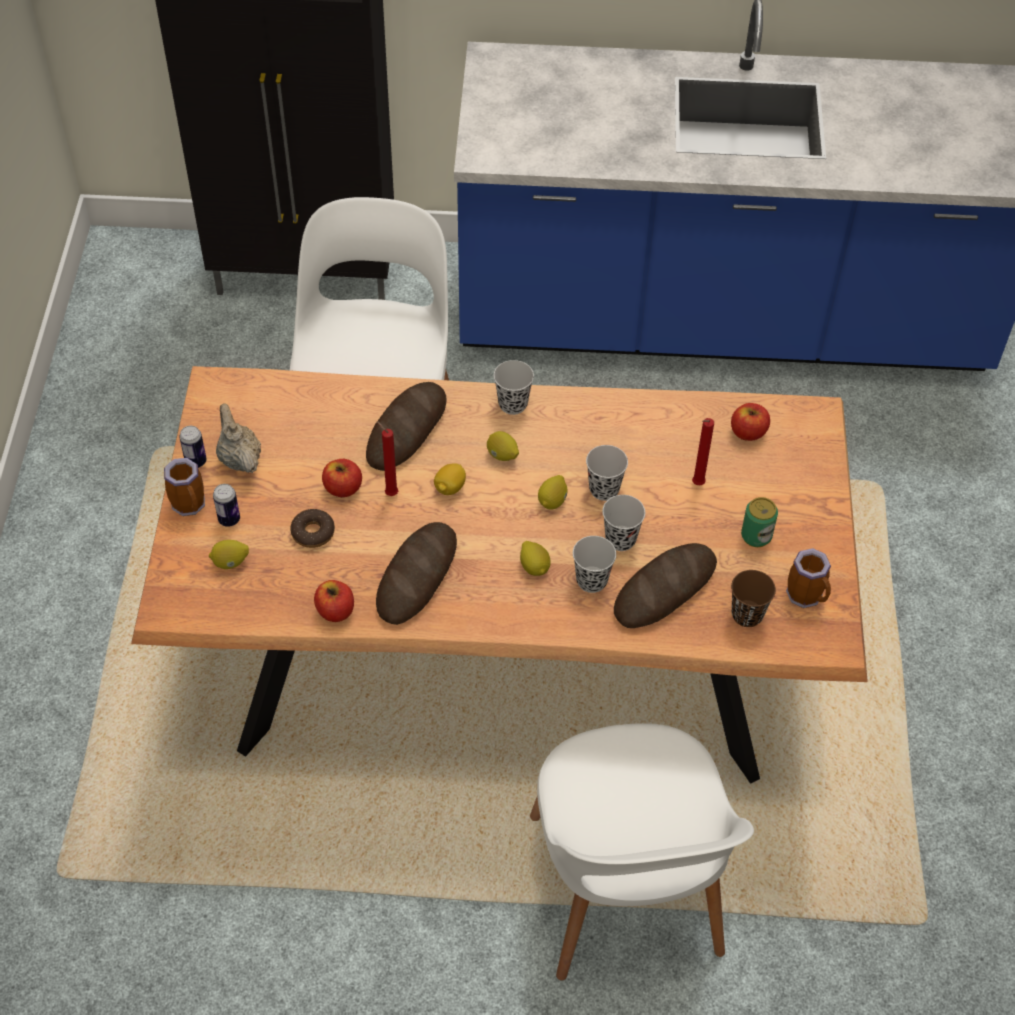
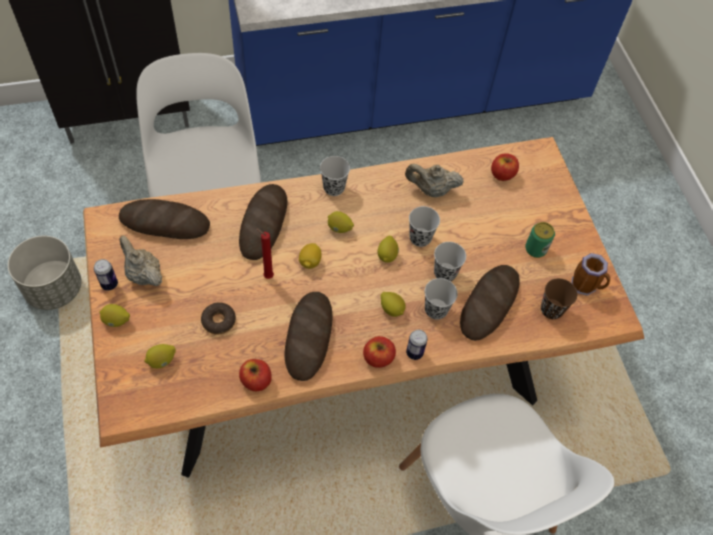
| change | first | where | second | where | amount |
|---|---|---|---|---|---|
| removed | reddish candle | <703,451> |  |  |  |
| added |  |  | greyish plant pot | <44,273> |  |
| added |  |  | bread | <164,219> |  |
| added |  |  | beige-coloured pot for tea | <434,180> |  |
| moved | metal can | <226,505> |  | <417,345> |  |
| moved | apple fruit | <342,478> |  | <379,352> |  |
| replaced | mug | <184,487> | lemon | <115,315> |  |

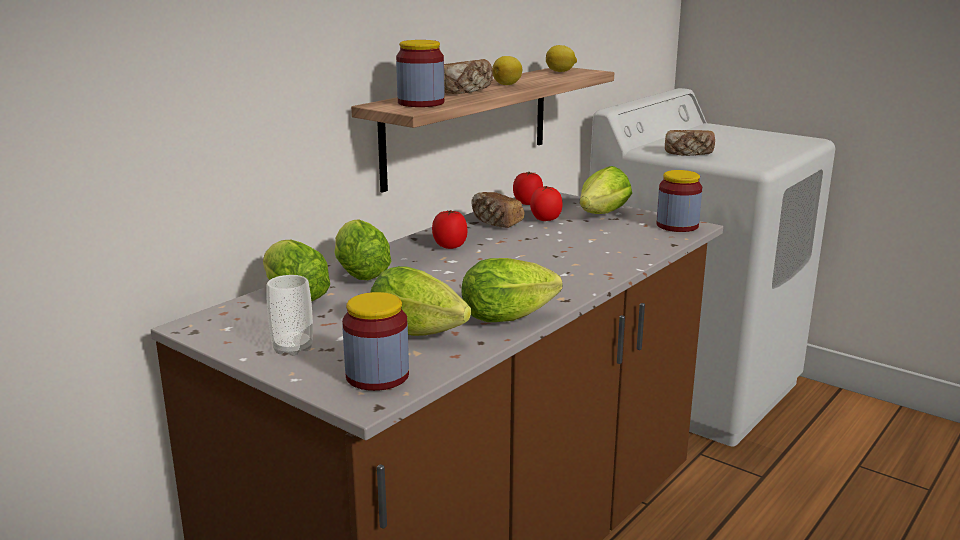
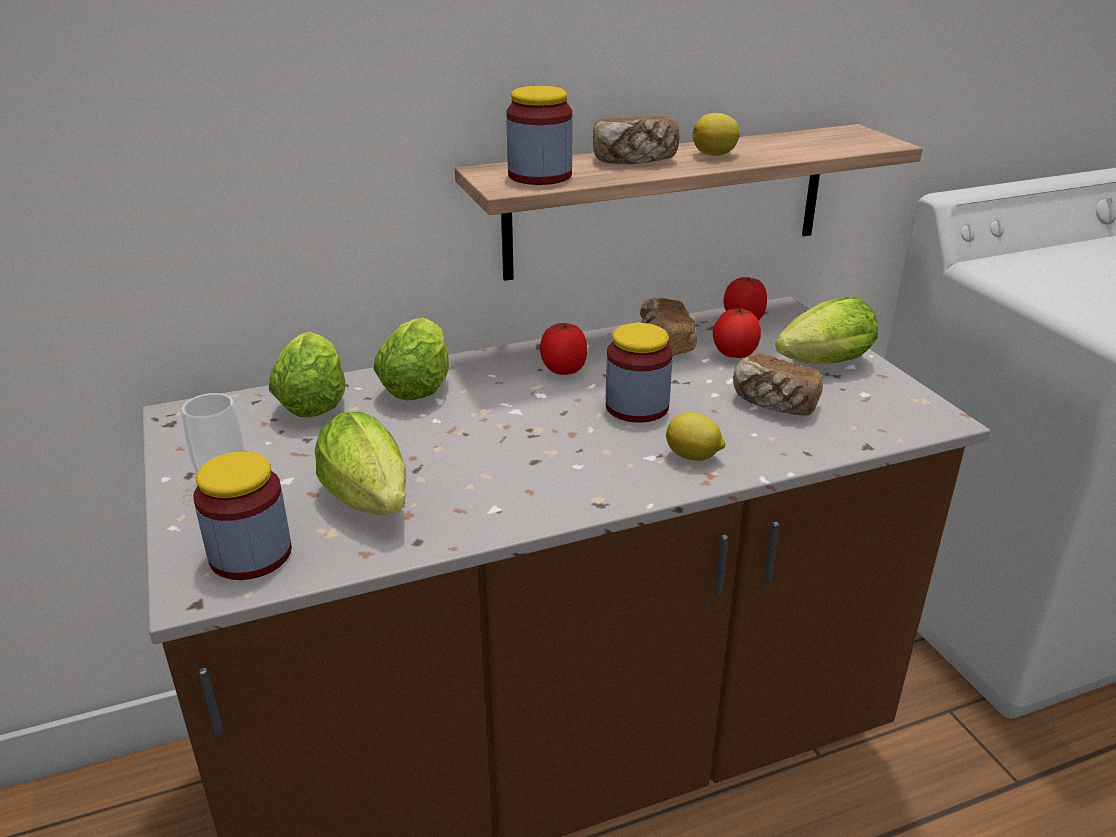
| change | first | where | second | where | amount |
|---|---|---|---|---|---|
| removed | head of lettuce | <511,290> |  |  |  |
| moved | lemon | <561,58> |  | <695,436> |  |
| moved | jar | <679,201> |  | <639,373> |  |
| moved | bread | <690,143> |  | <778,385> |  |

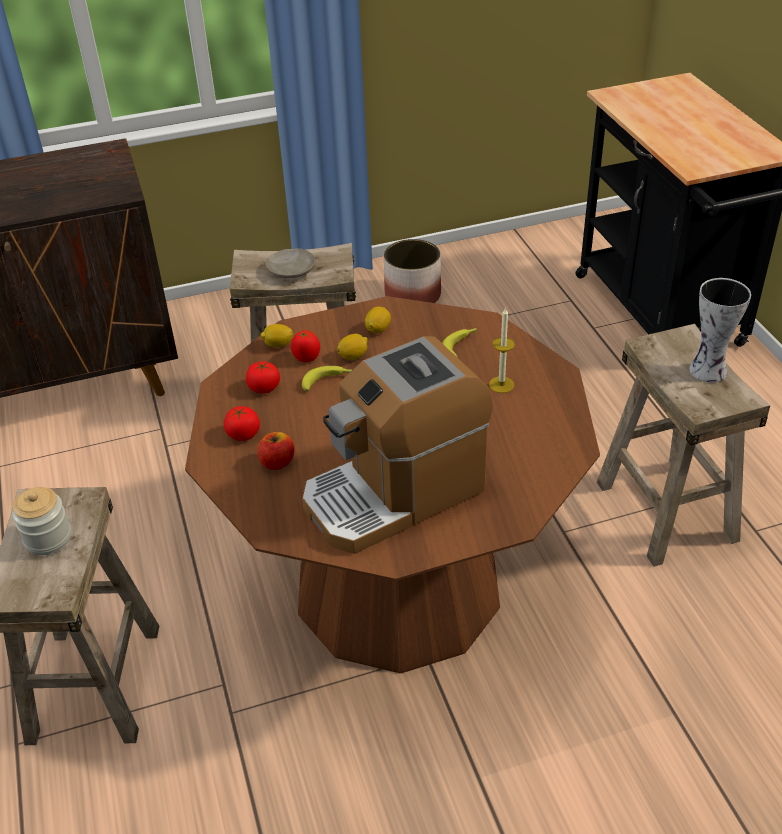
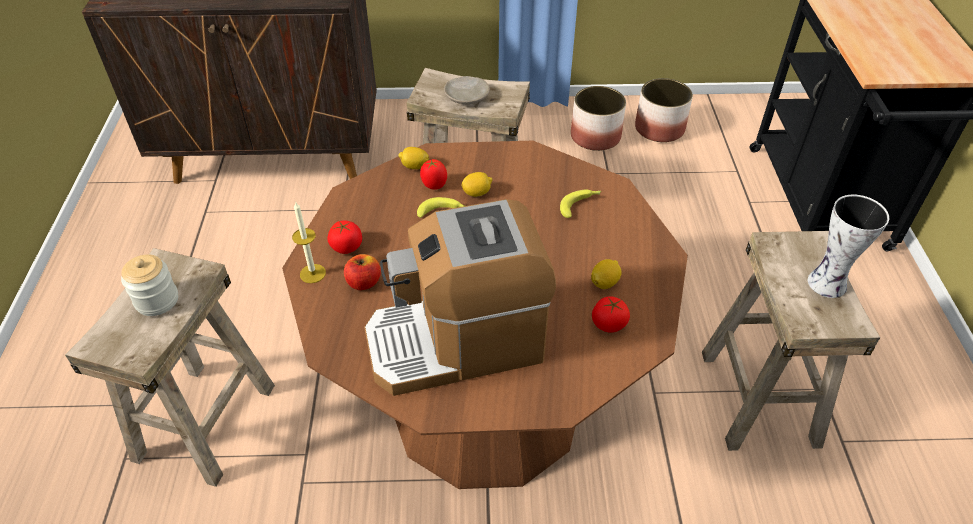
| change | first | where | second | where | amount |
|---|---|---|---|---|---|
| added |  |  | plant pot | <664,110> |  |
| moved | fresh tomato | <263,377> |  | <611,314> |  |
| moved | lemon | <378,320> |  | <606,274> |  |
| moved | candle | <502,350> |  | <309,242> |  |

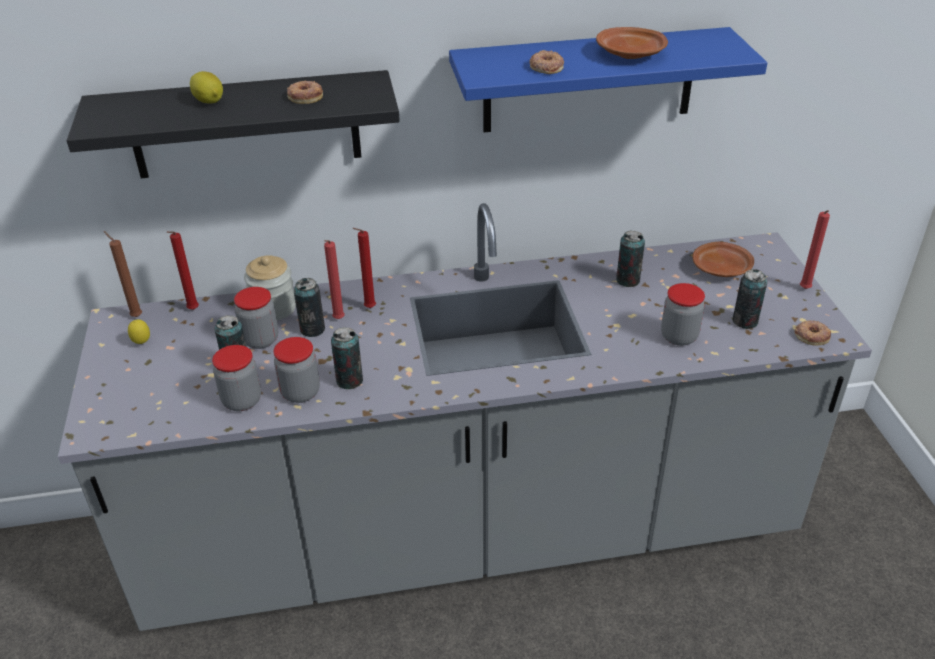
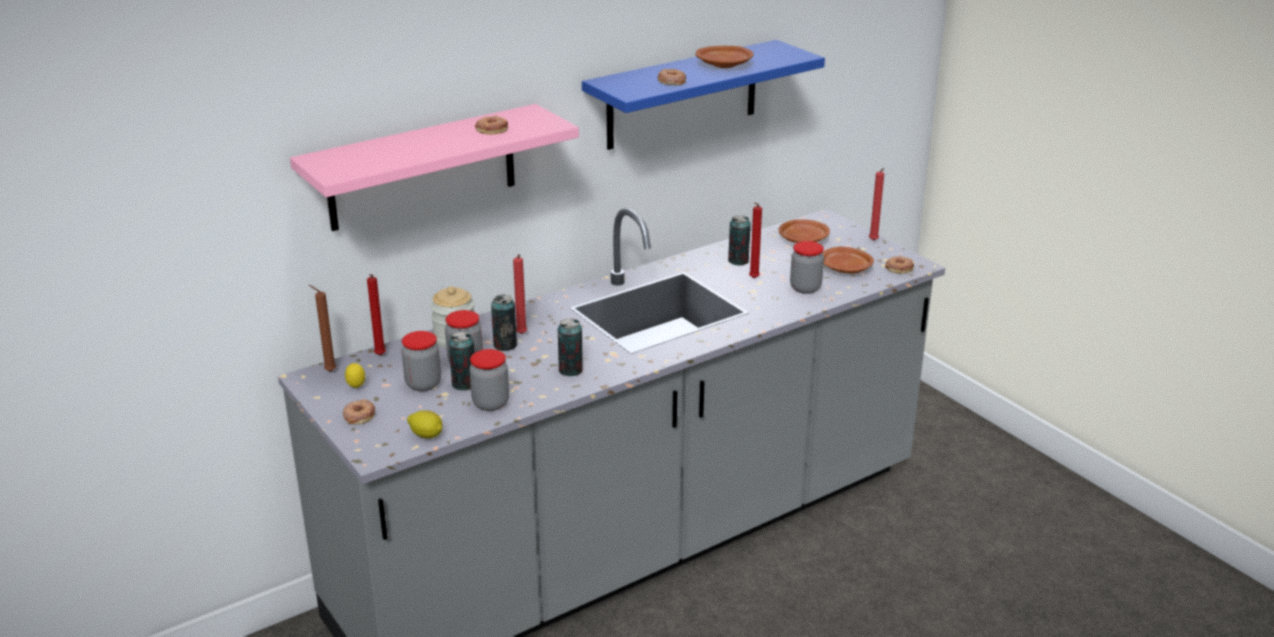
| change | first | where | second | where | amount |
|---|---|---|---|---|---|
| added |  |  | donut | <359,411> |  |
| moved | lemon | <206,87> |  | <424,424> |  |
| moved | jar | <297,370> |  | <421,361> |  |
| moved | reddish candle | <364,268> |  | <755,240> |  |
| replaced | metal can | <750,299> | brown-coloured dinner plate | <848,260> |  |
| recoloured | blackish shelf | <233,124> | pink-coloured shelf | <434,167> |  |

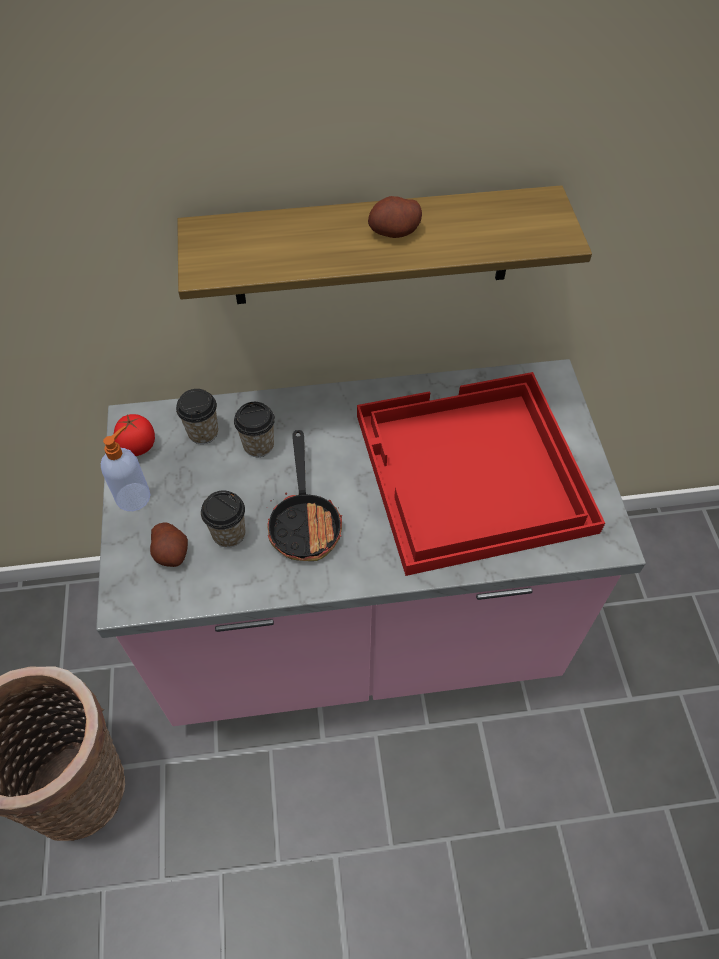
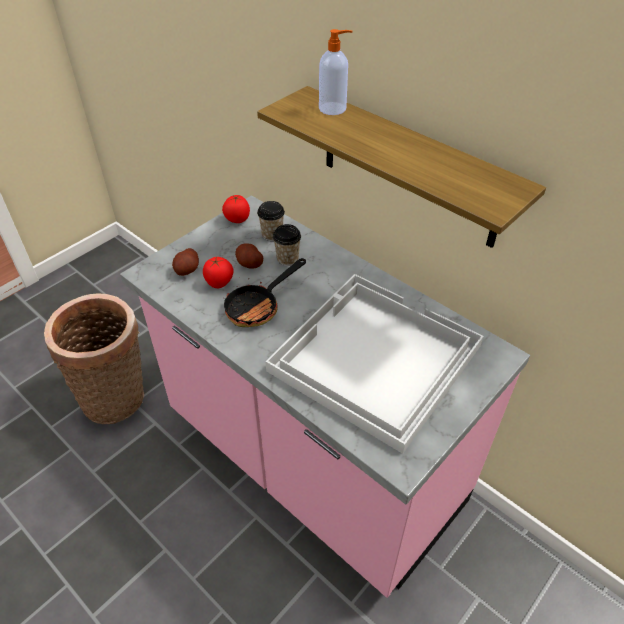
| change | first | where | second | where | amount |
|---|---|---|---|---|---|
| moved | liquid soap bottle | <126,468> |  | <335,72> |  |
| moved | potato | <395,217> |  | <249,256> |  |
| replaced | drinking cup | <223,519> | fresh tomato | <218,272> |  |
| recoloured | reddish tray | <481,474> | white-coloured tray | <374,364> |  |

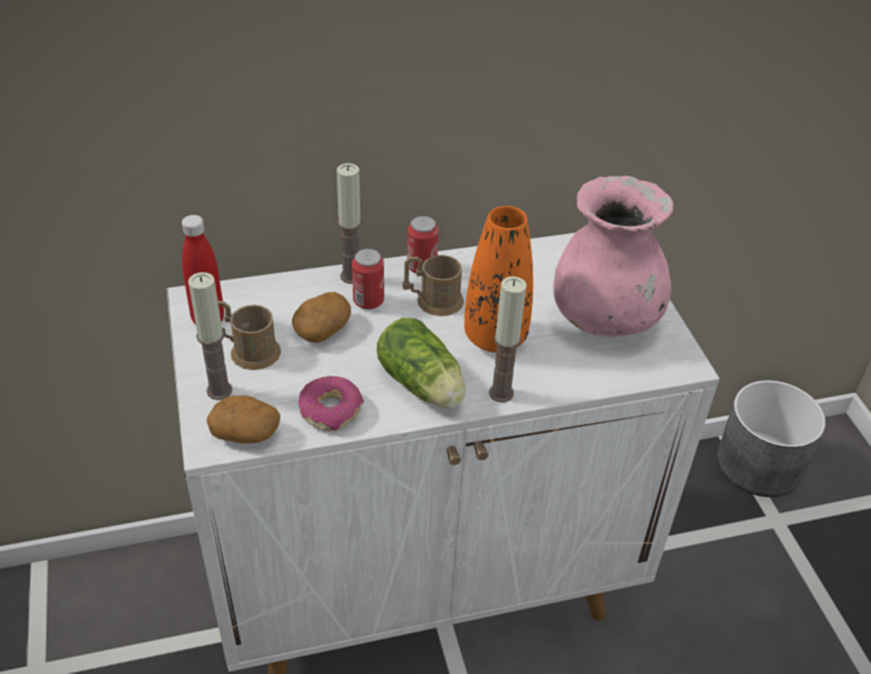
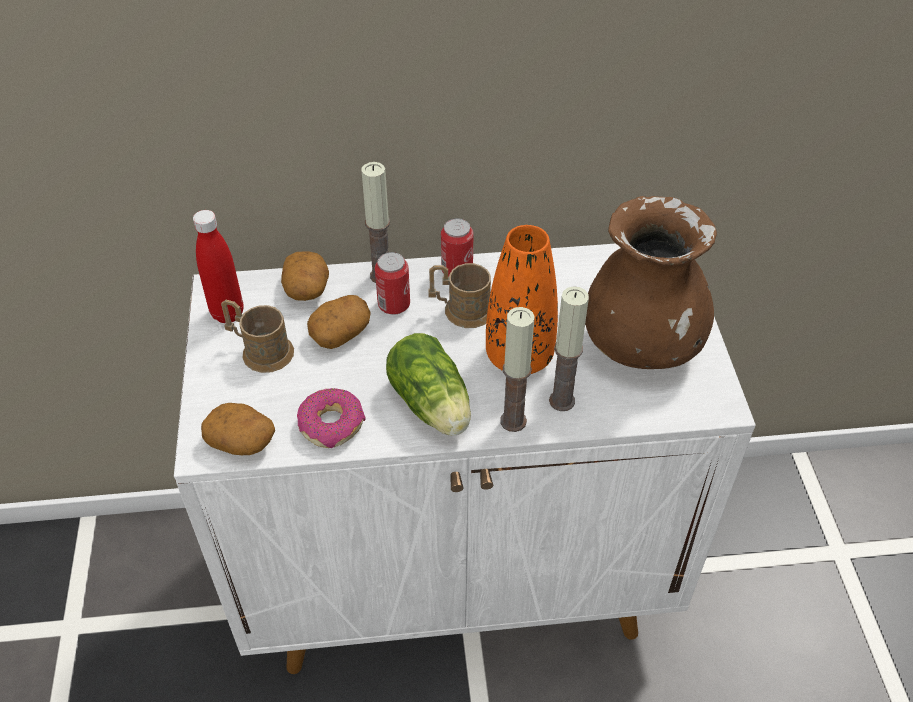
| change | first | where | second | where | amount |
|---|---|---|---|---|---|
| removed | greyish plant pot | <771,438> |  |  |  |
| added |  |  | potato | <305,276> |  |
| moved | candle | <210,336> |  | <569,348> |  |
| recoloured | pink-coloured vase | <613,256> | brown-coloured vase | <651,282> |  |

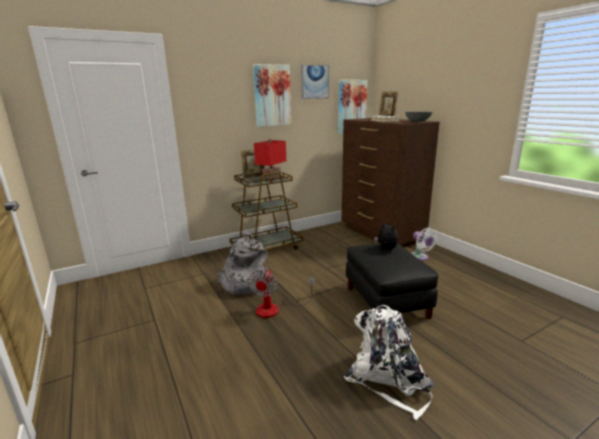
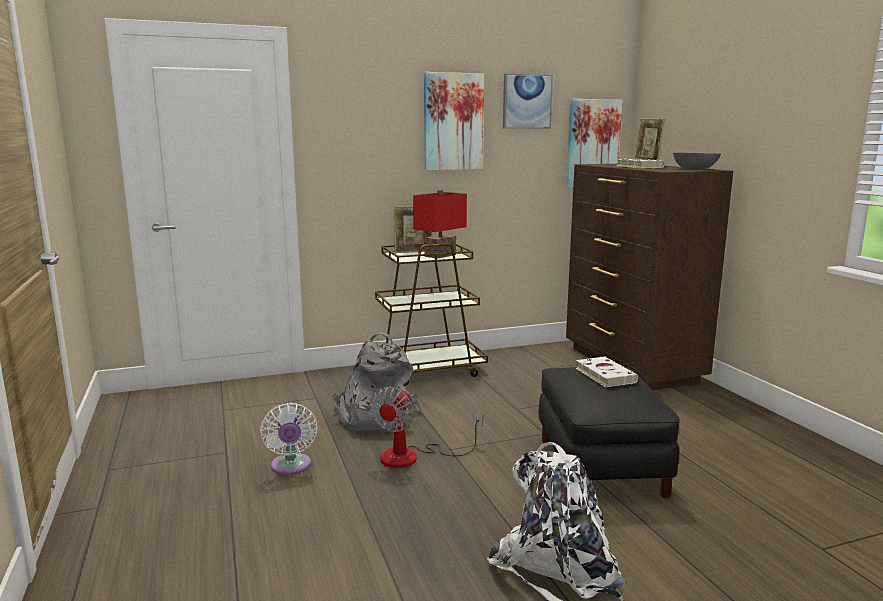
| change | first | where | second | where | amount |
|---|---|---|---|---|---|
| moved | white-coloured cooling fan | <424,244> |  | <289,439> |  |
| replaced | cuddly toy | <386,236> | white-coloured book | <607,372> |  |

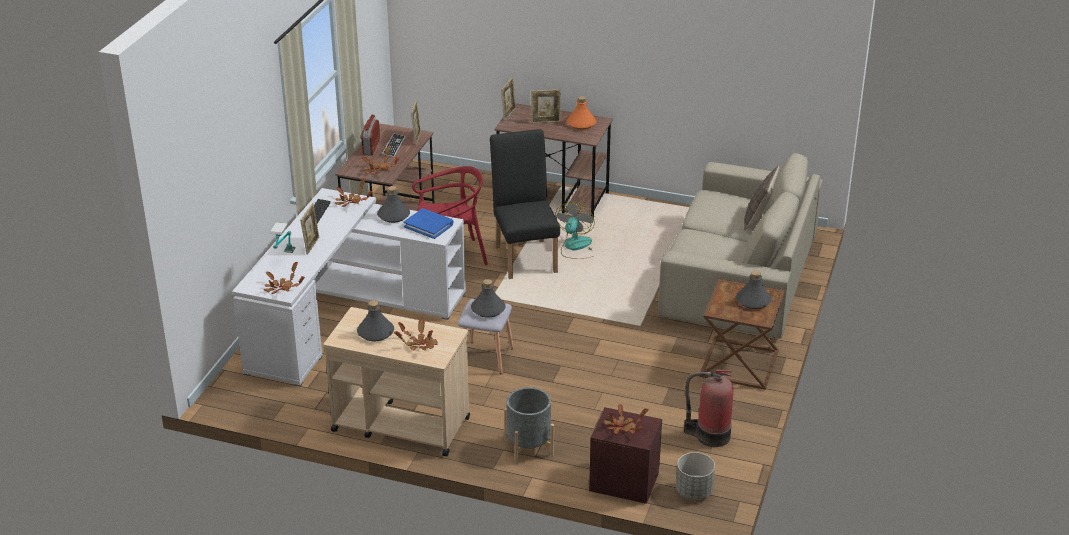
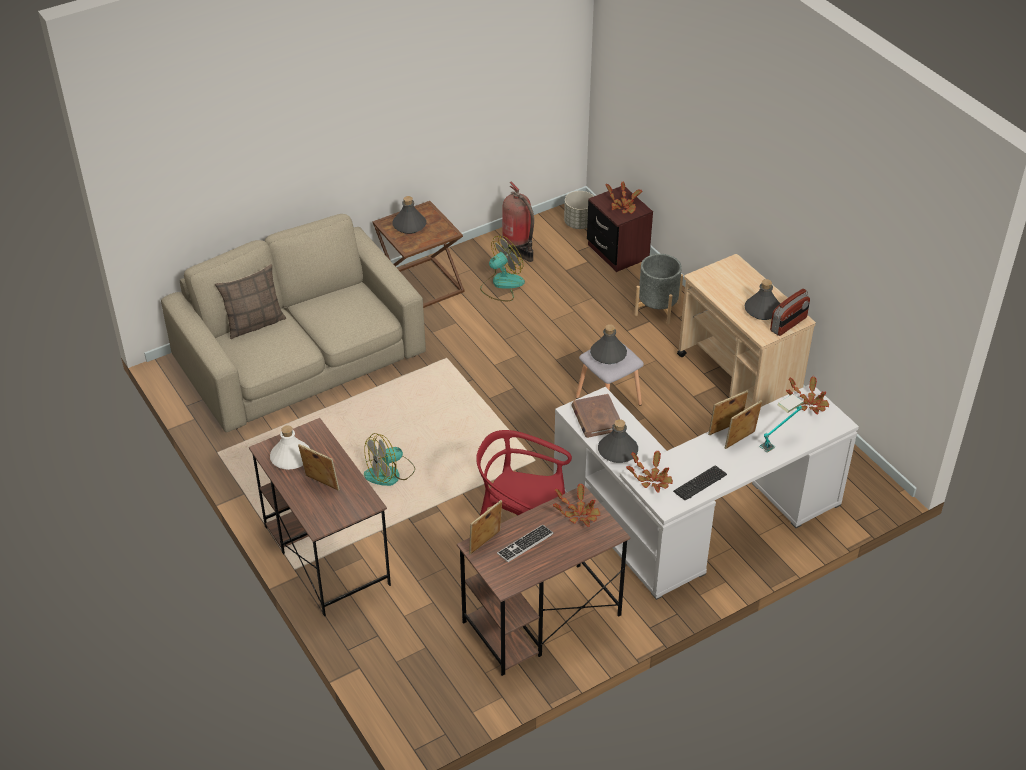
| change | first | where | second | where | amount |
|---|---|---|---|---|---|
| removed | houseplant | <416,335> |  |  |  |
| removed | blackish plain chair | <525,204> |  |  |  |
| added |  |  | cooling fan | <502,268> |  |
| moved | radio set | <370,135> |  | <790,312> |  |
| moved | standing frame | <508,99> |  | <728,412> |  |
| recoloured | blue book | <428,223> | brown-coloured book | <596,416> |  |
| recoloured | orangey drink bottle | <581,113> | white-coloured drink bottle | <289,447> |  |

